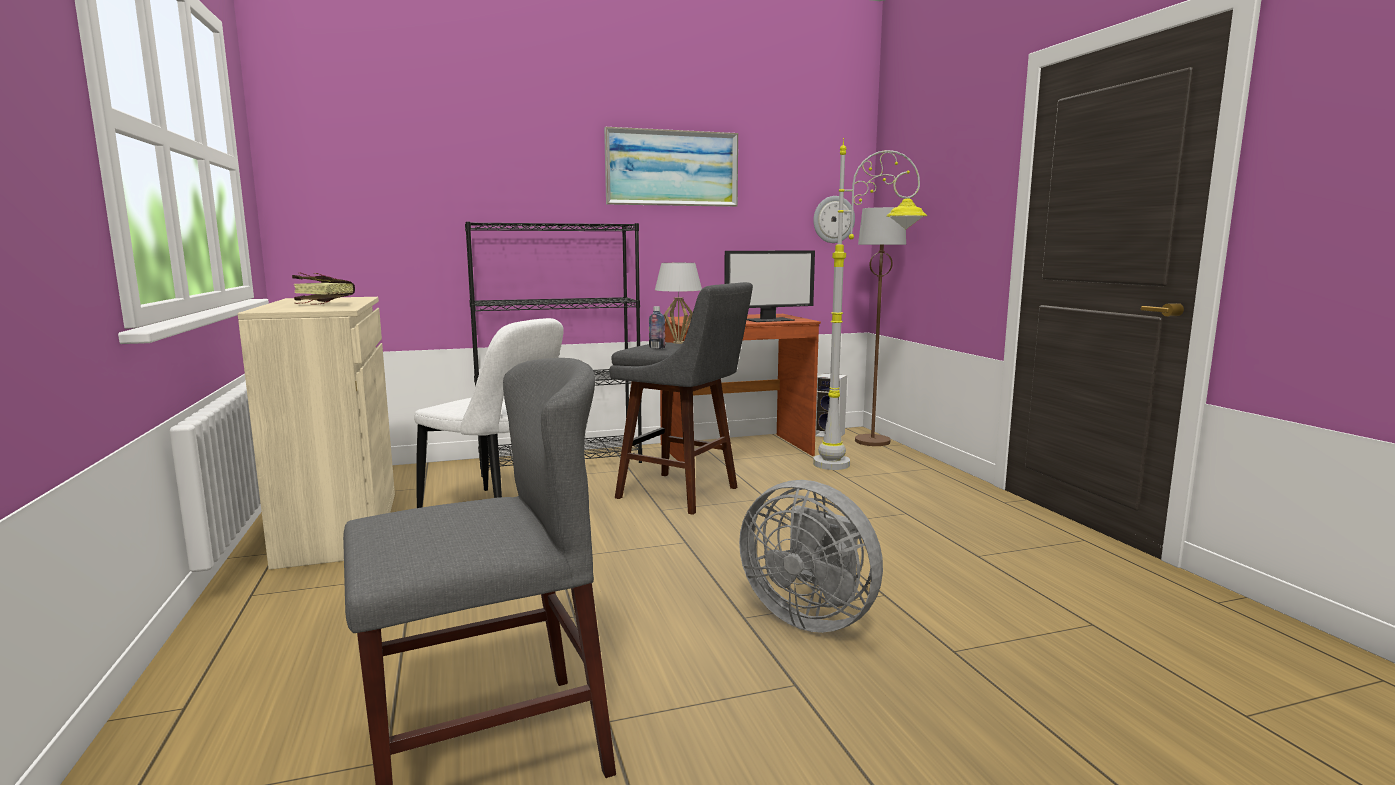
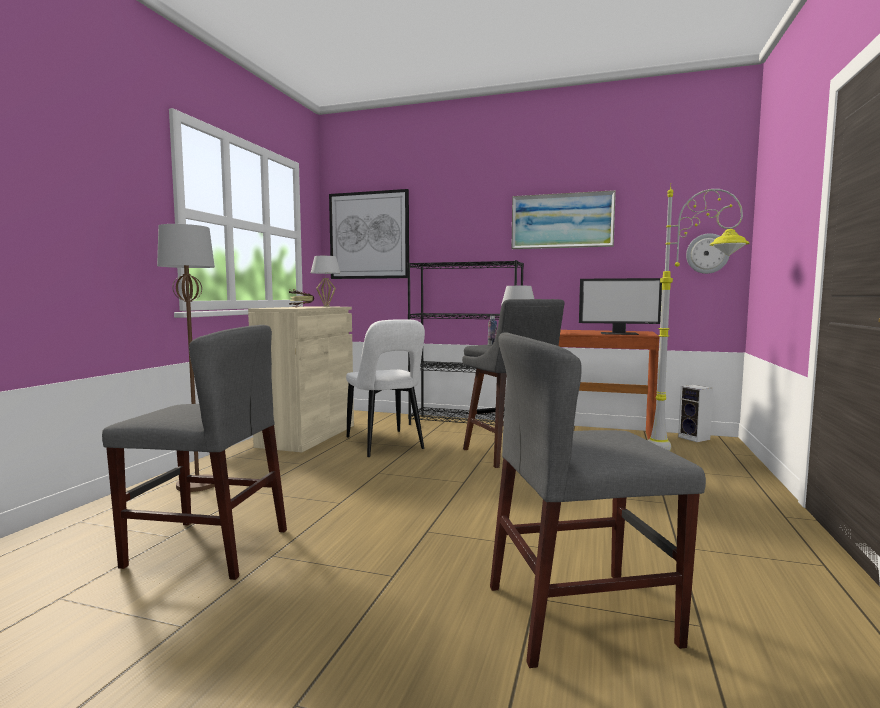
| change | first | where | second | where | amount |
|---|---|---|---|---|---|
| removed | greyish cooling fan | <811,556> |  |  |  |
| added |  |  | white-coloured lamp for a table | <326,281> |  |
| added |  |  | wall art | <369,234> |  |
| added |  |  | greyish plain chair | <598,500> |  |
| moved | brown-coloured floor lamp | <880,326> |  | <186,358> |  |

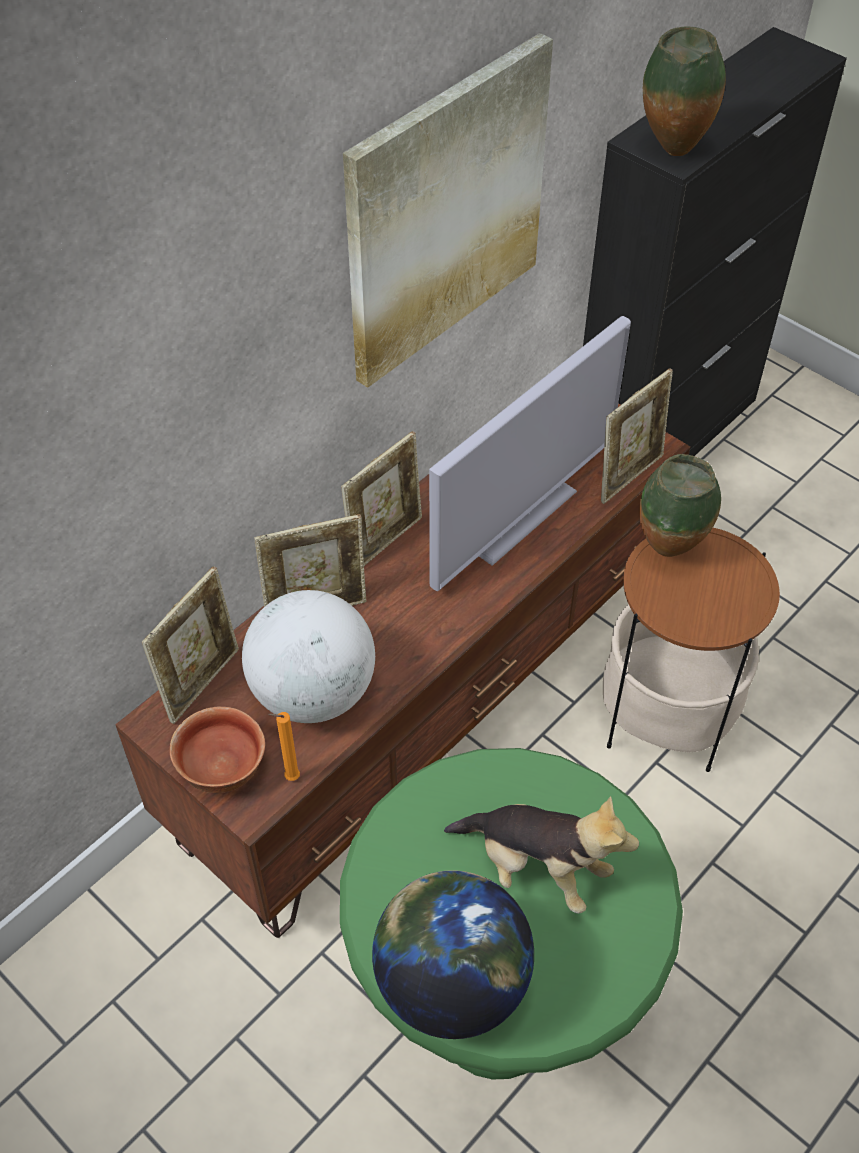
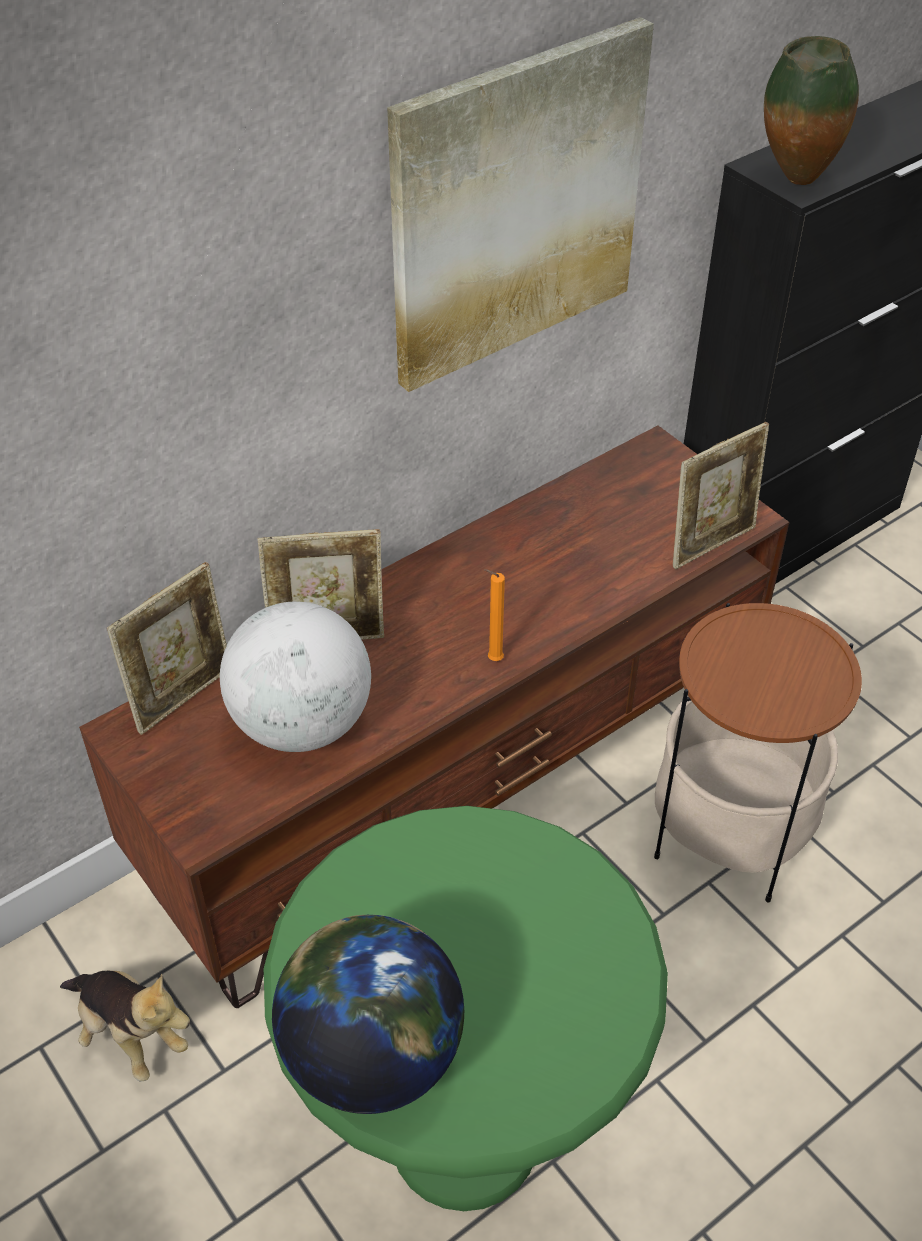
| change | first | where | second | where | amount |
|---|---|---|---|---|---|
| removed | deep dish | <217,749> |  |  |  |
| removed | standing frame | <381,498> |  |  |  |
| removed | television | <530,453> |  |  |  |
| removed | vase | <680,505> |  |  |  |
| moved | orangey candle | <284,746> |  | <494,615> |  |
| moved | cuddly toy | <541,855> |  | <125,1026> |  |

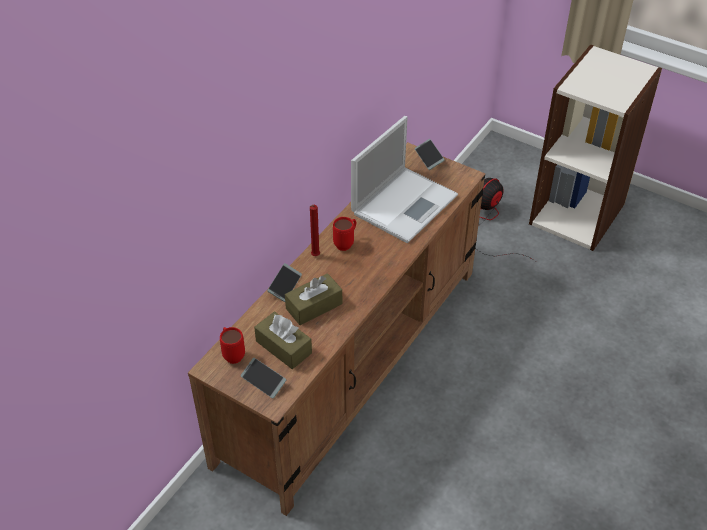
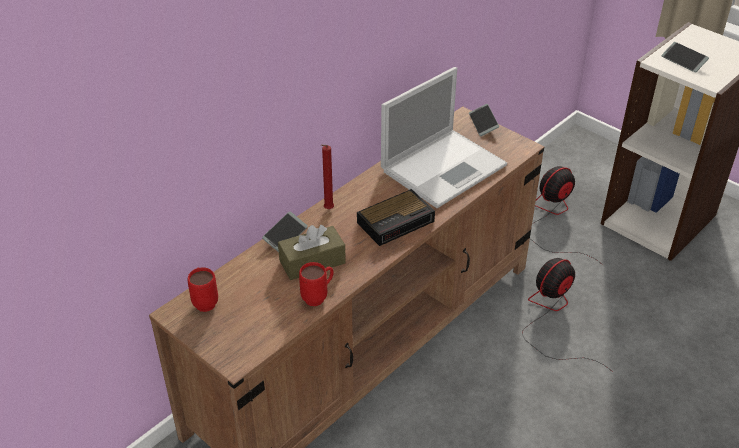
| change | first | where | second | where | amount |
|---|---|---|---|---|---|
| removed | brown-coloured tissue box | <283,340> |  |  |  |
| added |  |  | alarm clock | <396,217> |  |
| added |  |  | cooling fan | <567,315> |  |
| moved | handset | <263,378> |  | <685,57> |  |
| moved | reddish mug | <344,234> |  | <316,284> |  |

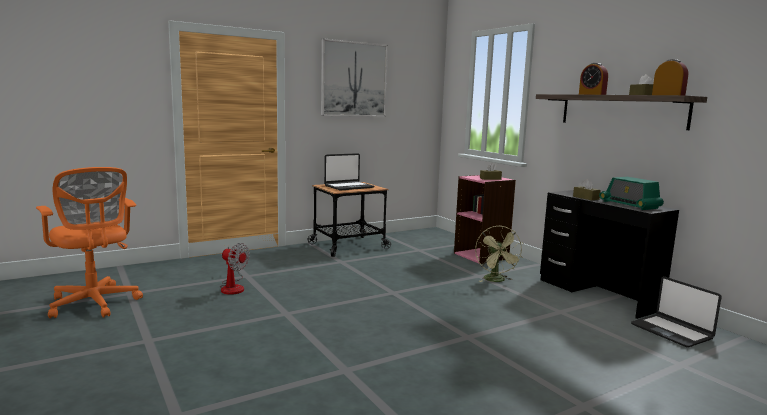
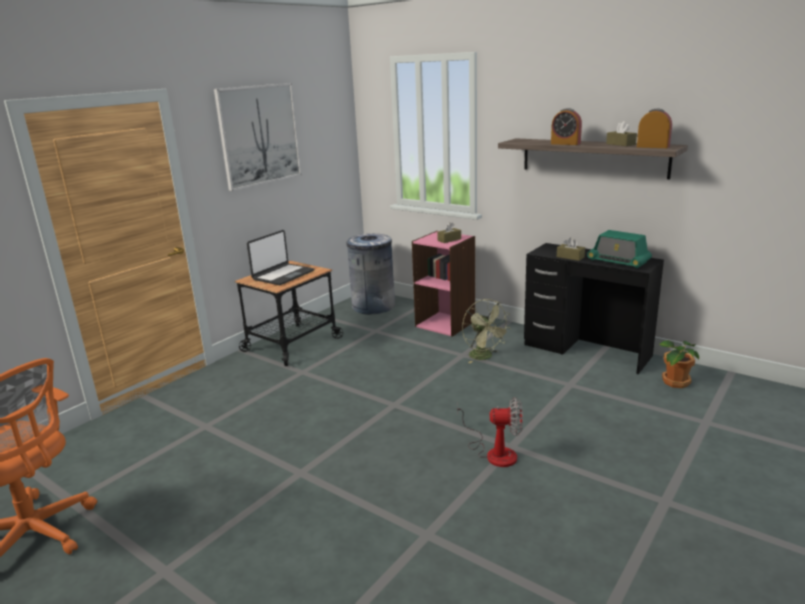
| change | first | where | second | where | amount |
|---|---|---|---|---|---|
| added |  |  | greyish waste bin | <370,274> |  |
| moved | cooling fan | <235,269> |  | <490,432> |  |
| replaced | notebook computer | <676,311> | houseplant | <679,364> |  |

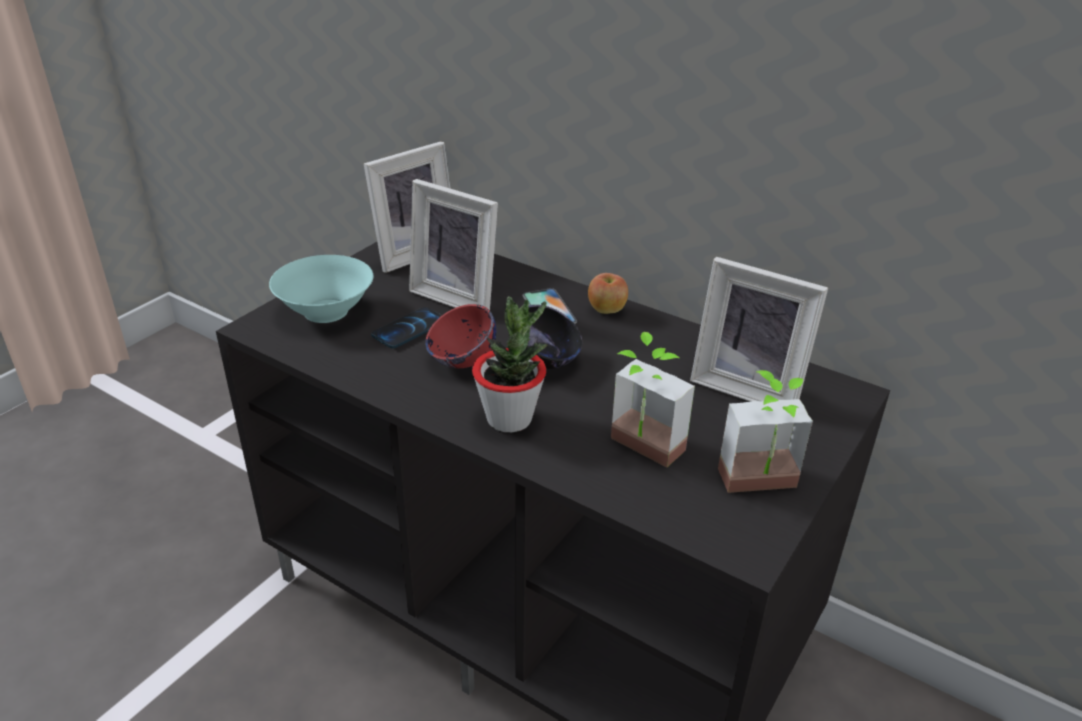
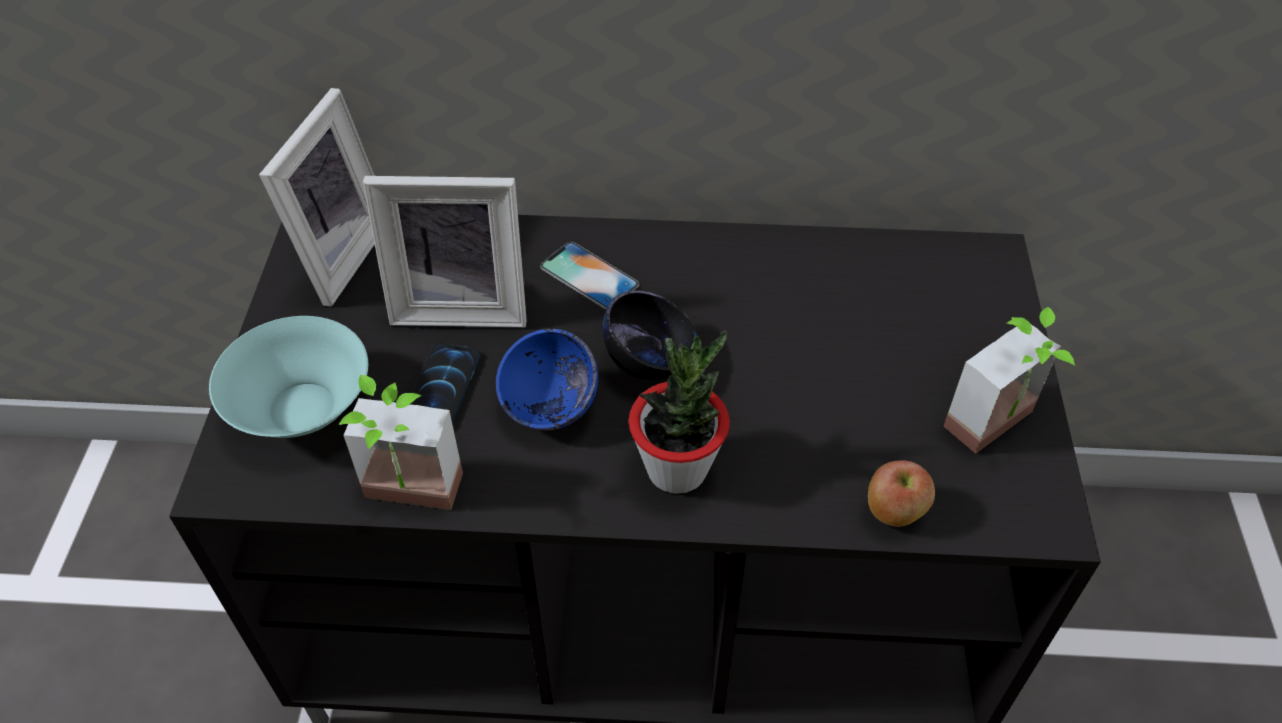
| change | first | where | second | where | amount |
|---|---|---|---|---|---|
| removed | standing frame | <759,329> |  |  |  |
| moved | apple fruit | <608,293> |  | <901,493> |  |
| moved | houseplant | <653,399> |  | <400,442> |  |
| recoloured | reddish deep dish | <460,336> | blue deep dish | <547,379> |  |

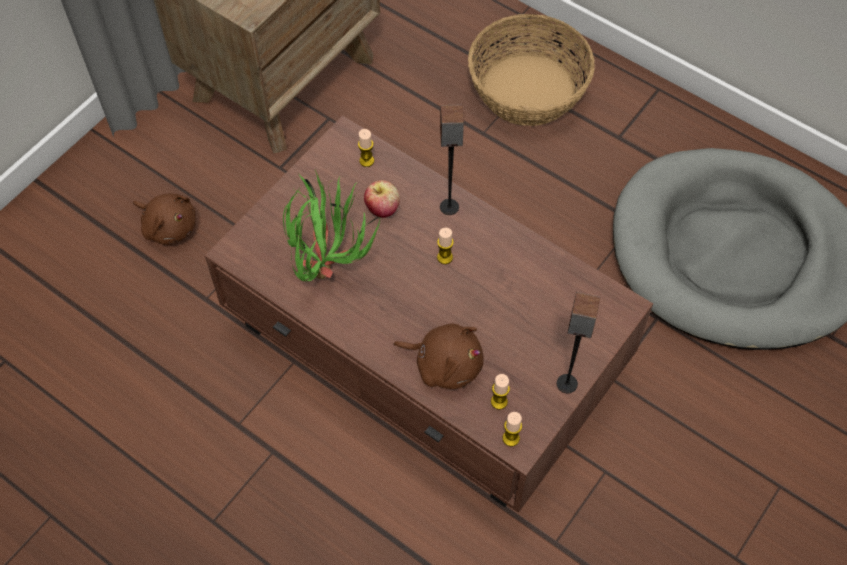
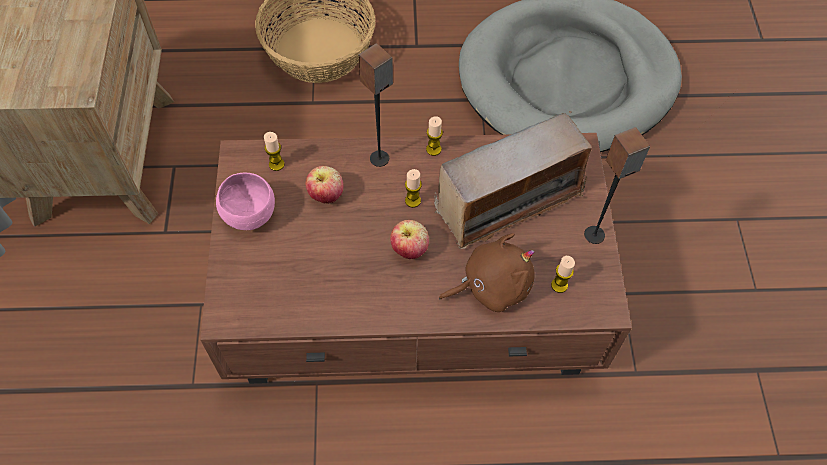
| change | first | where | second | where | amount |
|---|---|---|---|---|---|
| removed | brown-coloured cuddly toy | <164,219> |  |  |  |
| removed | houseplant | <331,224> |  |  |  |
| added |  |  | pink-coloured deep dish | <245,201> |  |
| added |  |  | apple fruit | <409,239> |  |
| added |  |  | radio set | <513,180> |  |
| moved | candle | <512,429> |  | <434,136> |  |

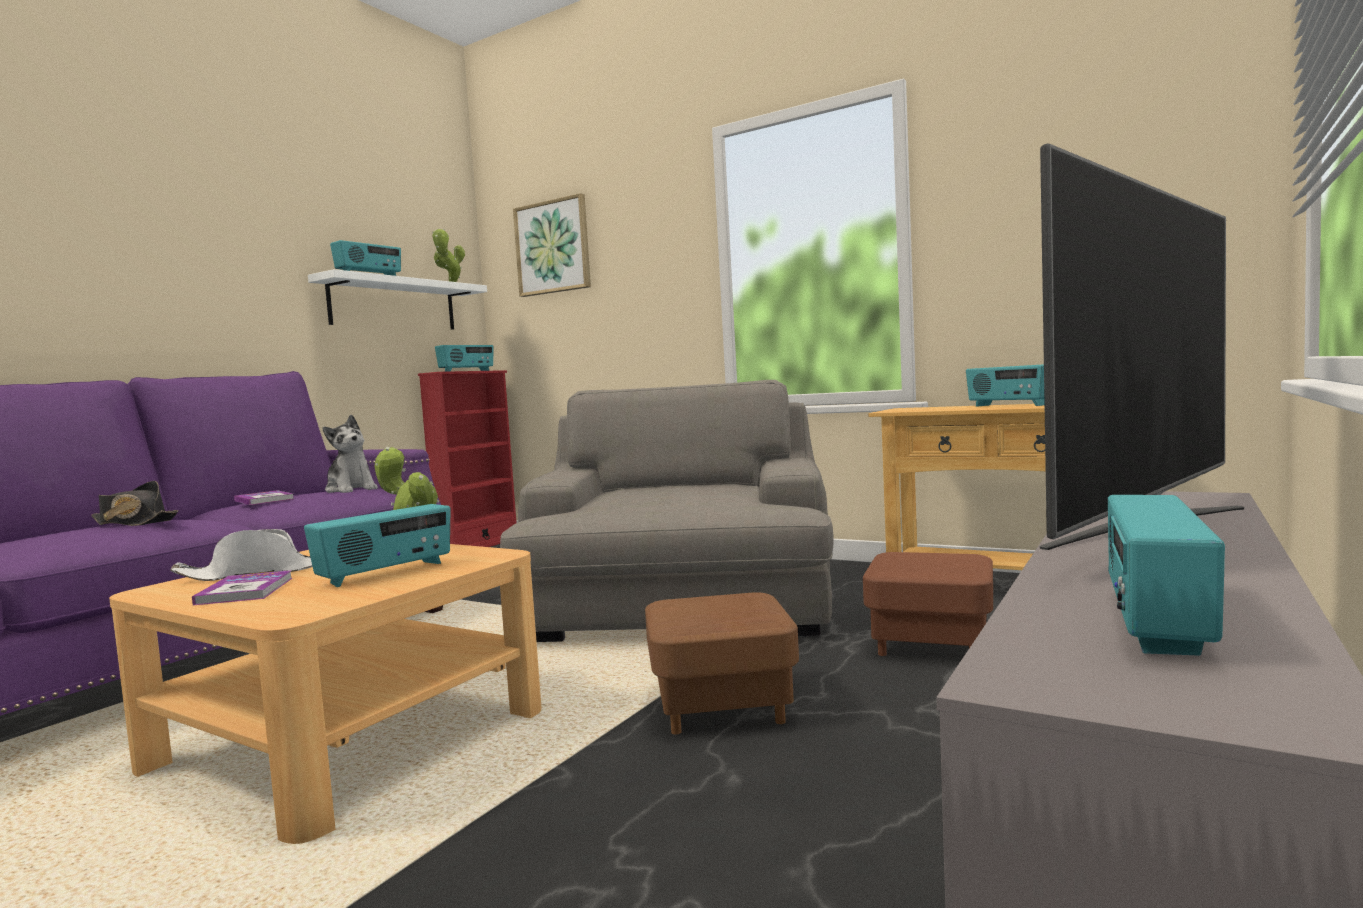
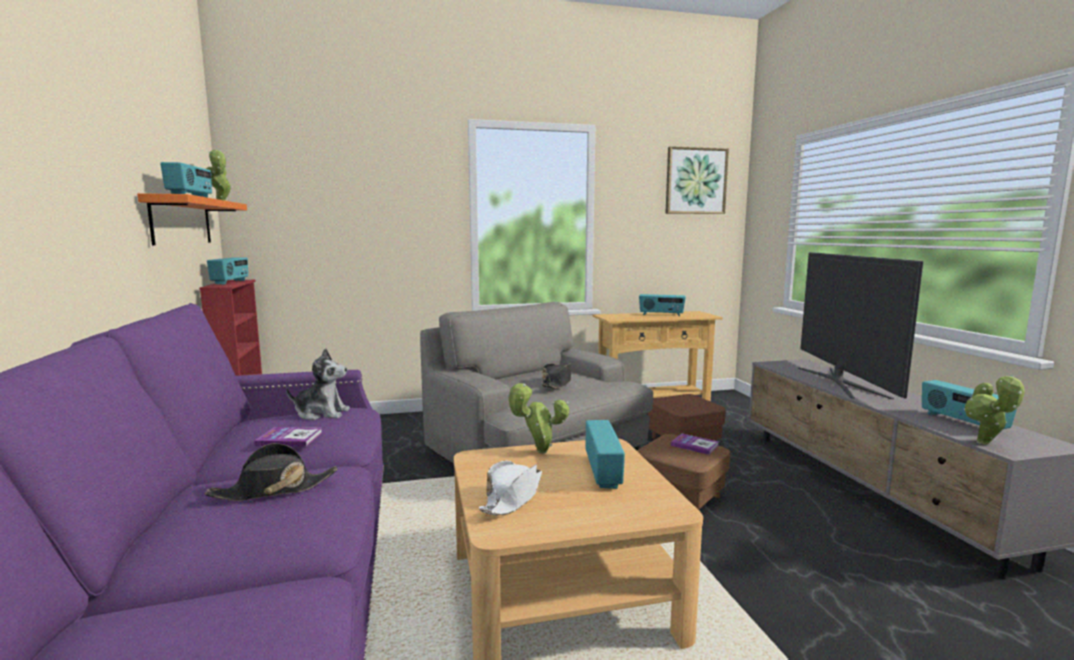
| change | first | where | second | where | amount |
|---|---|---|---|---|---|
| added |  |  | blackish hat | <556,376> |  |
| added |  |  | houseplant | <994,410> |  |
| moved | book | <242,587> |  | <695,444> |  |
| moved | wall art | <552,245> |  | <697,180> |  |
| recoloured | white-coloured shelf | <397,299> | orangey shelf | <192,219> |  |

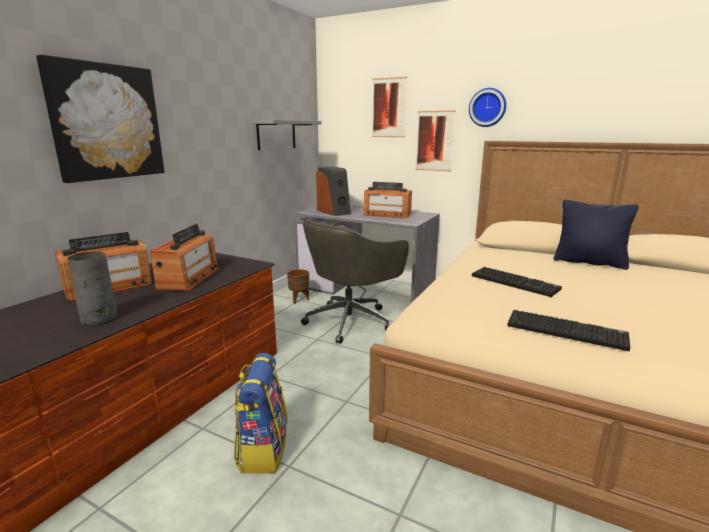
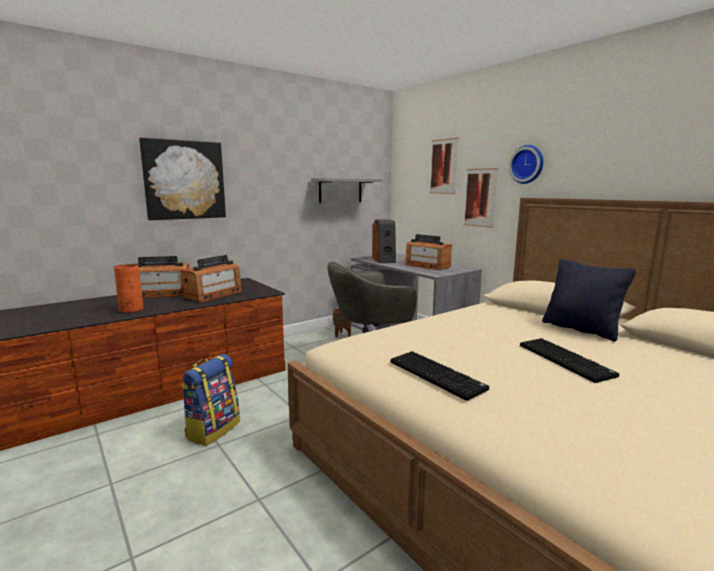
| change | first | where | second | where | amount |
|---|---|---|---|---|---|
| moved | PC keyboard | <517,282> |  | <569,360> |  |
| recoloured | greyish vase | <92,289> | orangey vase | <129,288> |  |

